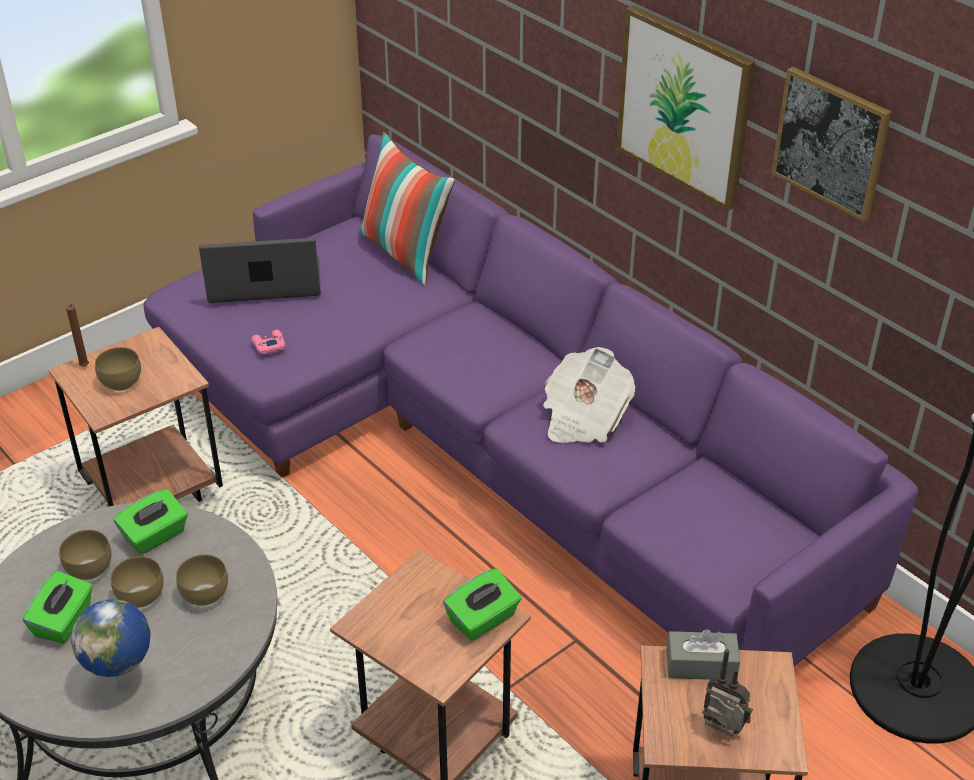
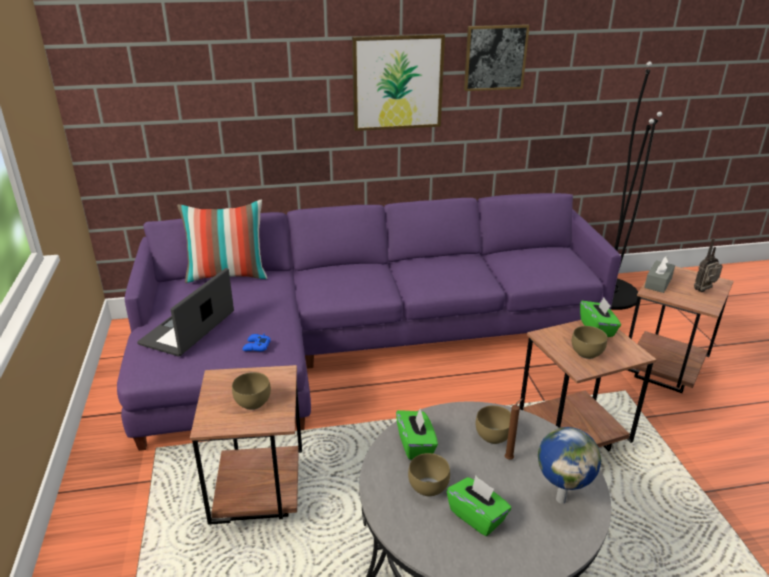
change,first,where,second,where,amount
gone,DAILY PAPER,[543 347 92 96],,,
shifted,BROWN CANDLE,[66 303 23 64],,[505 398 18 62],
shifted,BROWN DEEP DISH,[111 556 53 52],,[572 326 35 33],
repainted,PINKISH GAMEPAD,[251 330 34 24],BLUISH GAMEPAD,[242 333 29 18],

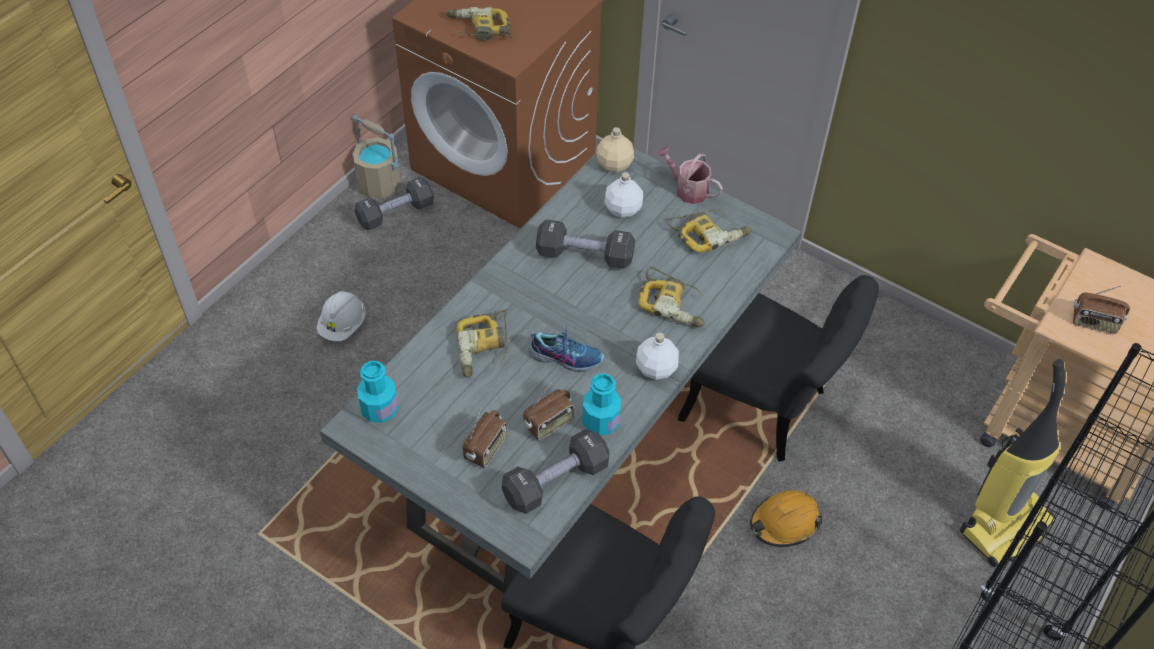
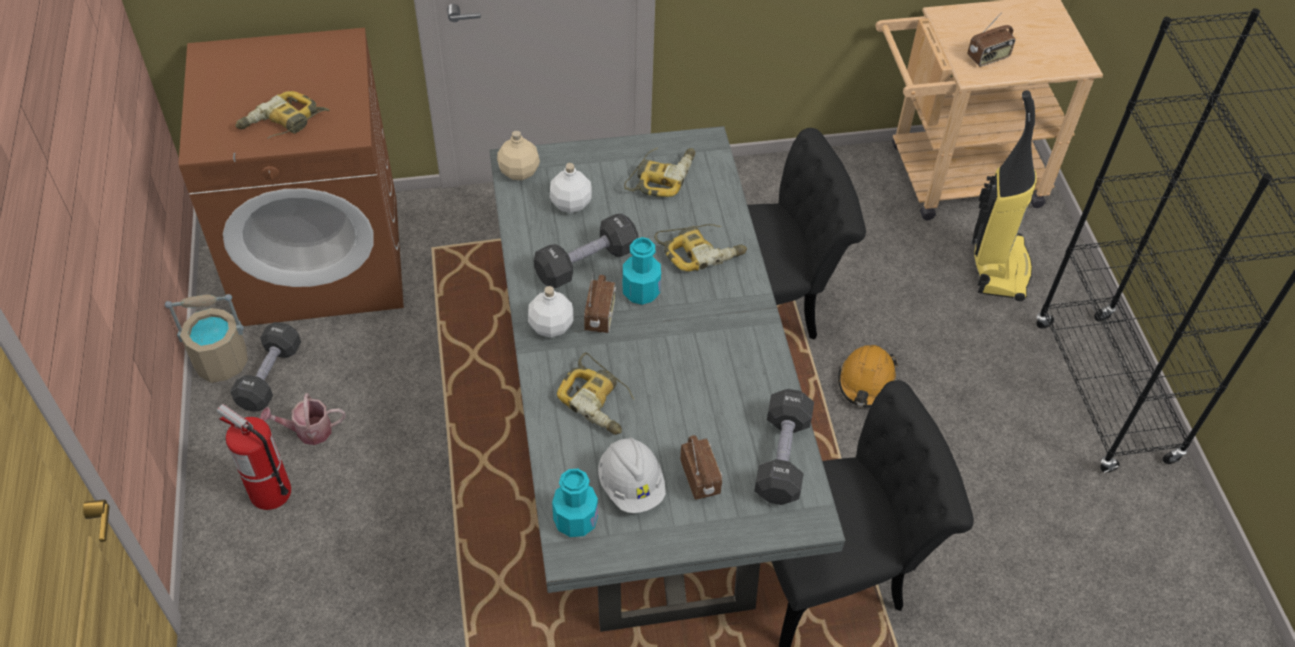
change,first,where,second,where,amount
gone,LOW SHOE,[529 324 75 48],,,
new,,,EXTINGUISHER,[217 404 74 106],
shifted,WHITE-COLOURED WORK HELMET,[316 291 50 50],,[598 437 68 76],
shifted,RADIO SET,[523 382 51 58],,[584 272 32 61],
shifted,TURQUOISE BOTTLE,[582 373 39 62],,[623 237 38 68],
shifted,WHITE-COLOURED BOTTLE,[636 333 43 47],,[528 286 45 52],
shifted,SPRINKLING CAN,[656 146 67 58],,[260 393 85 52],

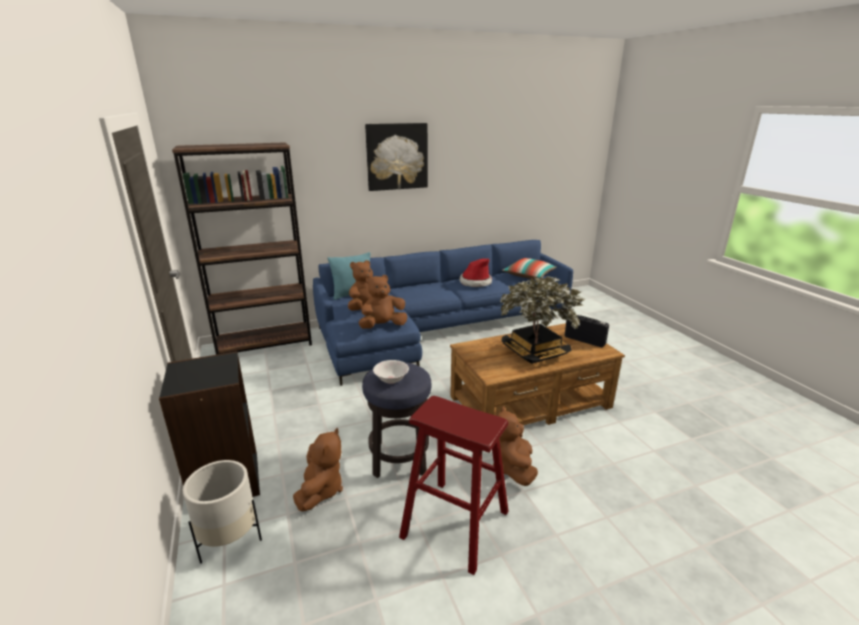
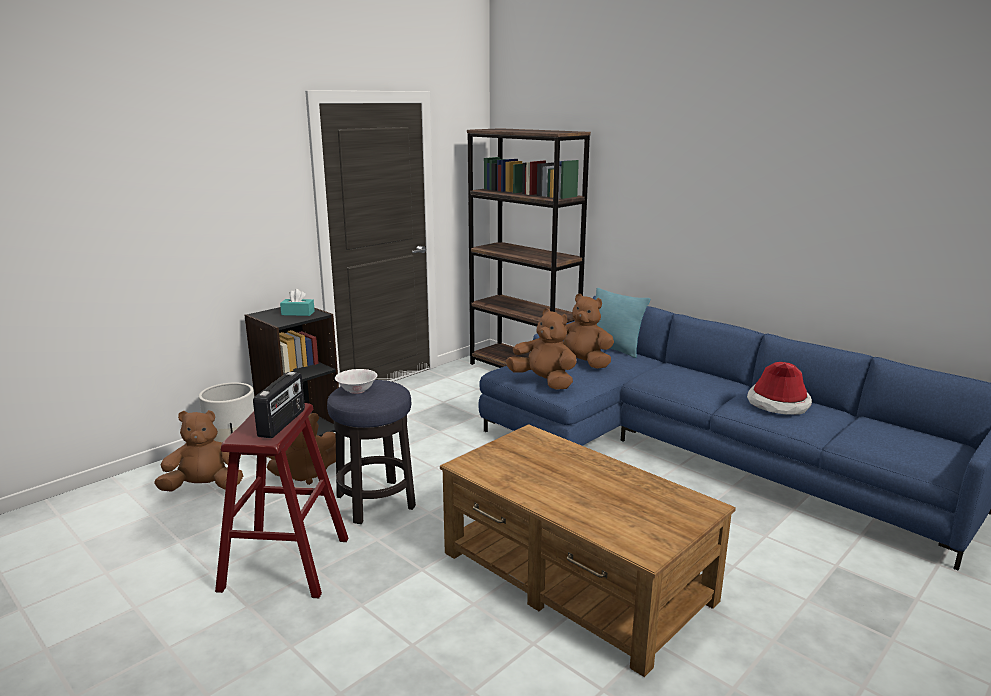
change,first,where,second,where,amount
gone,PICTURE,[365 123 63 68],,,
gone,HOUSEPLANT,[500 276 86 88],,,
gone,PILLOW,[502 258 55 22],,,
new,,,TURQUOISE TISSUE BOX,[280 289 35 27],
shifted,BROWN CUDDLY TOY,[493 406 45 80],,[154 410 89 82],
shifted,RADIO SET,[565 315 44 32],,[253 372 52 66],

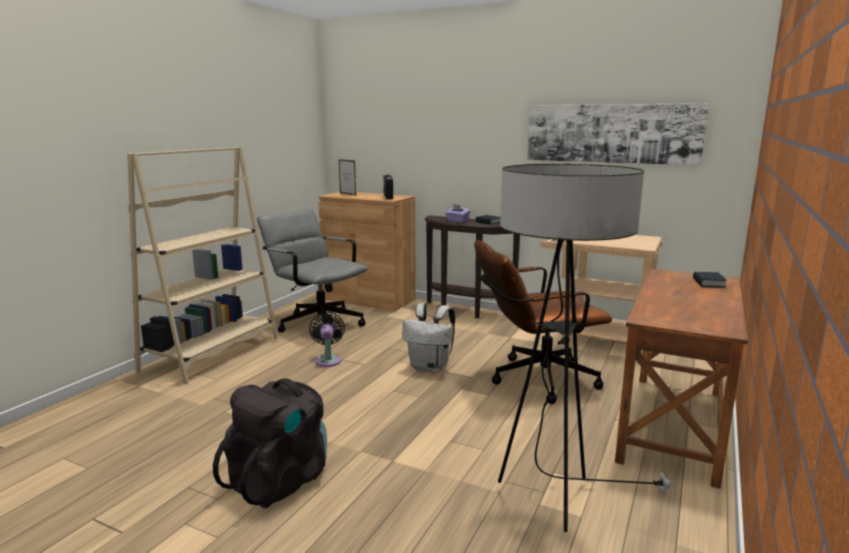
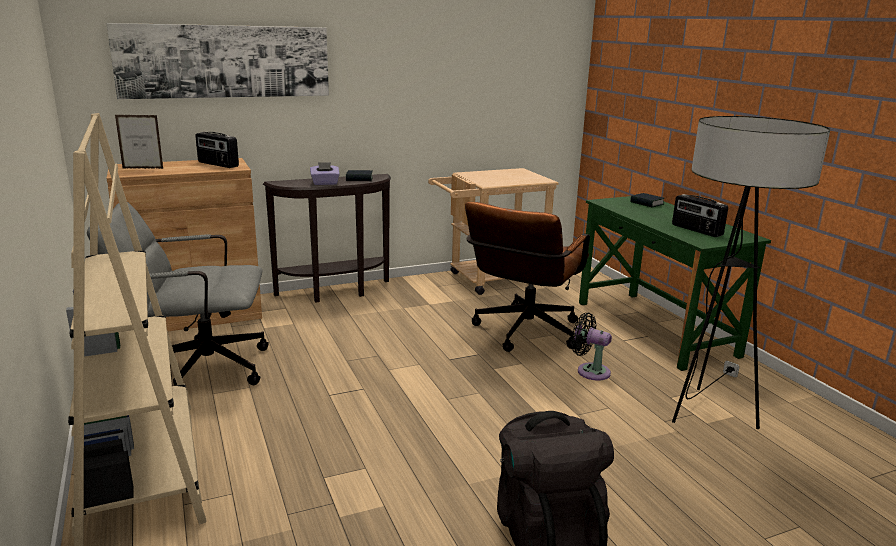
change,first,where,second,where,amount
gone,WHITE-COLOURED RUCKSACK,[402 303 53 69],,,
new,,,RADIO SET,[672 194 56 43],
shifted,BLACK FAN,[309 312 36 55],,[571 313 41 67],
shifted,PICTURE,[527 103 182 62],,[106 23 223 76],
repainted,BROWN DESK TABLE,[615 269 133 220],GREEN-COLOURED DESK TABLE,[579 196 192 175],

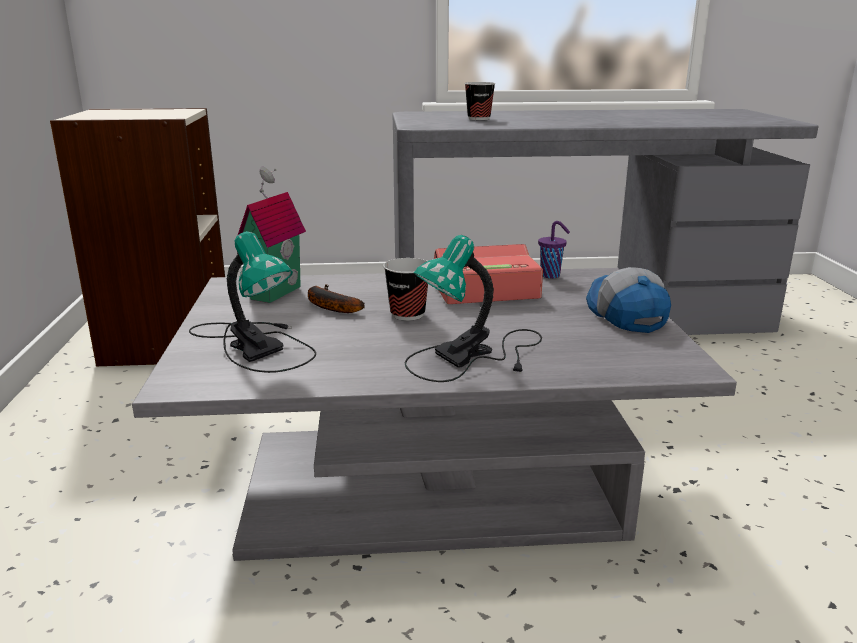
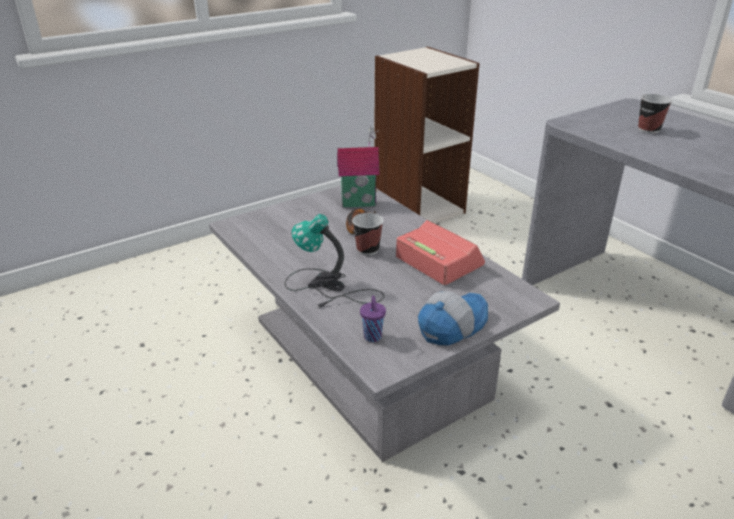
change,first,where,second,where,amount
gone,LAMP FOR A TABLE,[189 231 127 142],,,
shifted,PURPLISH SMALL CUP,[538 221 32 57],,[360 295 26 47],

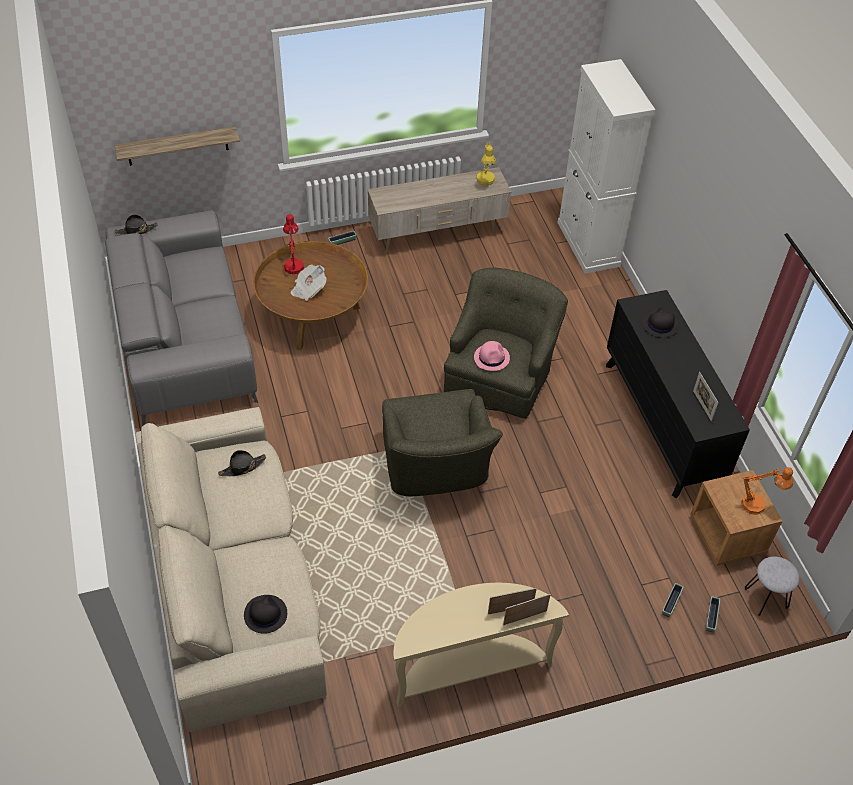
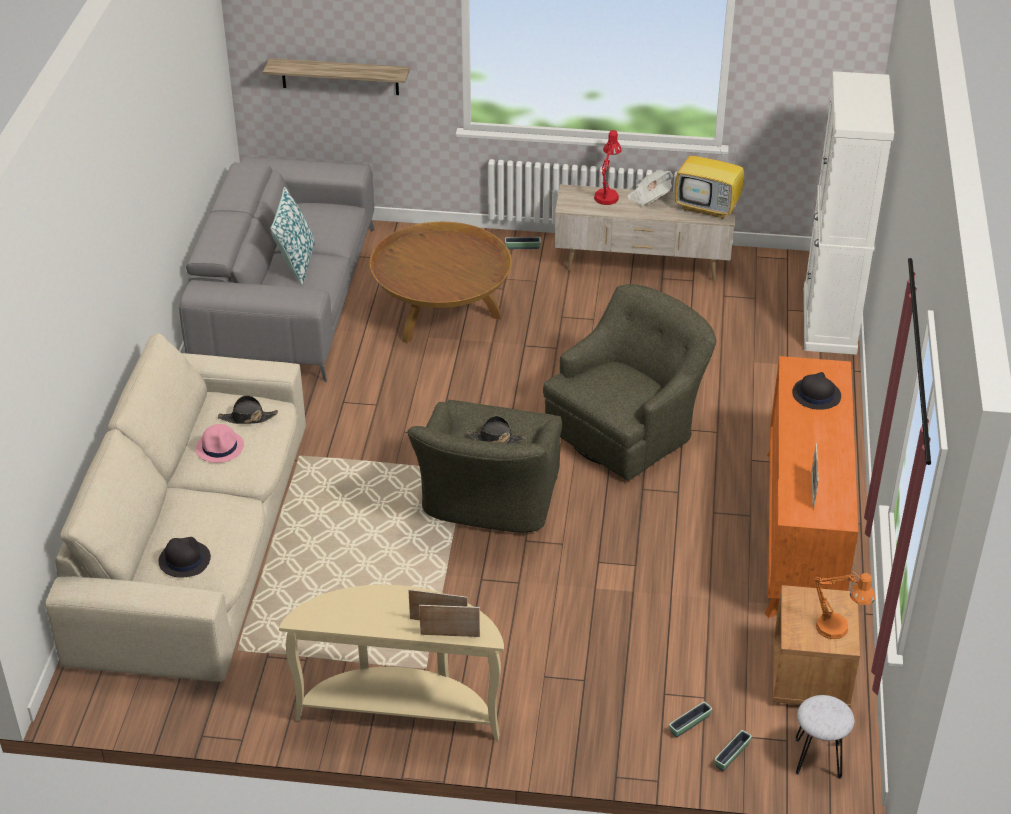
change,first,where,second,where,amount
new,,,PILLOW,[270 187 45 98],
shifted,BLACK WEARABLE HAT,[115 214 43 21],,[466 416 60 27],
shifted,RED LAMP FOR A TABLE,[283 214 21 60],,[594 130 28 75],
shifted,DAILY PAPER,[291 265 36 36],,[628 170 45 36],
shifted,PINKISH WEARABLE HAT,[474 341 36 30],,[196 424 48 39],
swapped,YELLOWISH LAMP FOR A TABLE,[476 143 20 42],TV SET,[675 133 69 86],
repainted,BLACK CHEST OF DRAWERS,[606 290 144 208],ORANGE-COLOURED CHEST OF DRAWERS,[765 356 93 262],

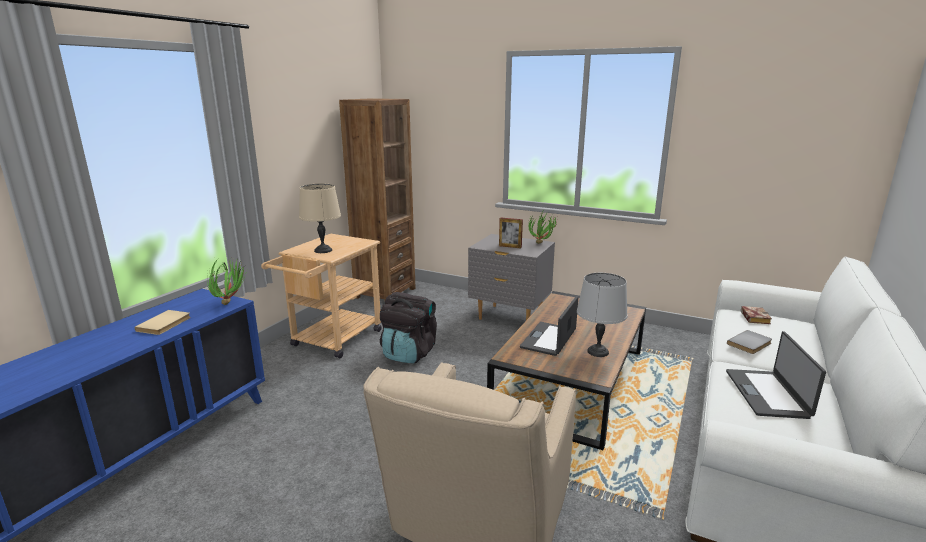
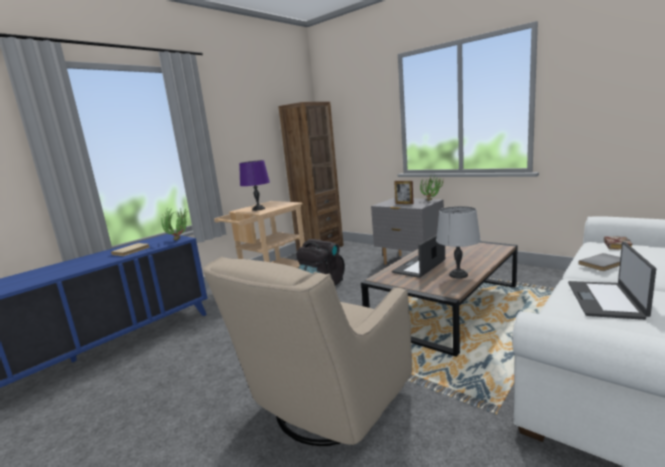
change,first,where,second,where,amount
repainted,SAND-COLOURED LAMP FOR A TABLE,[299 184 42 69],PURPLISH LAMP FOR A TABLE,[239 160 31 51],

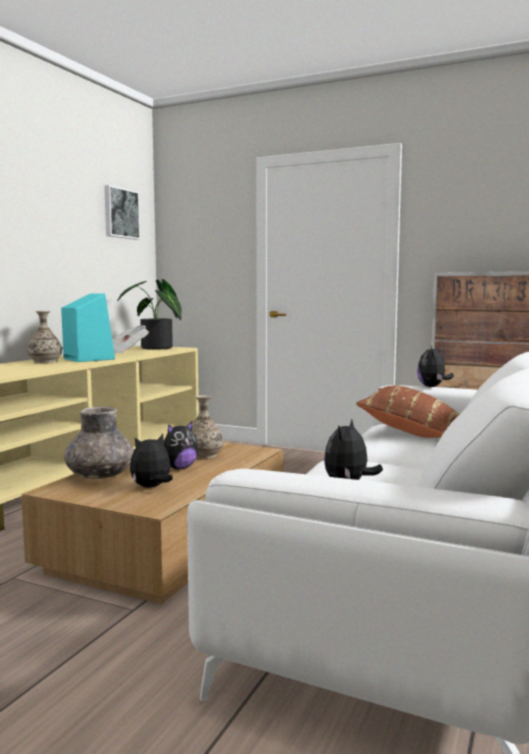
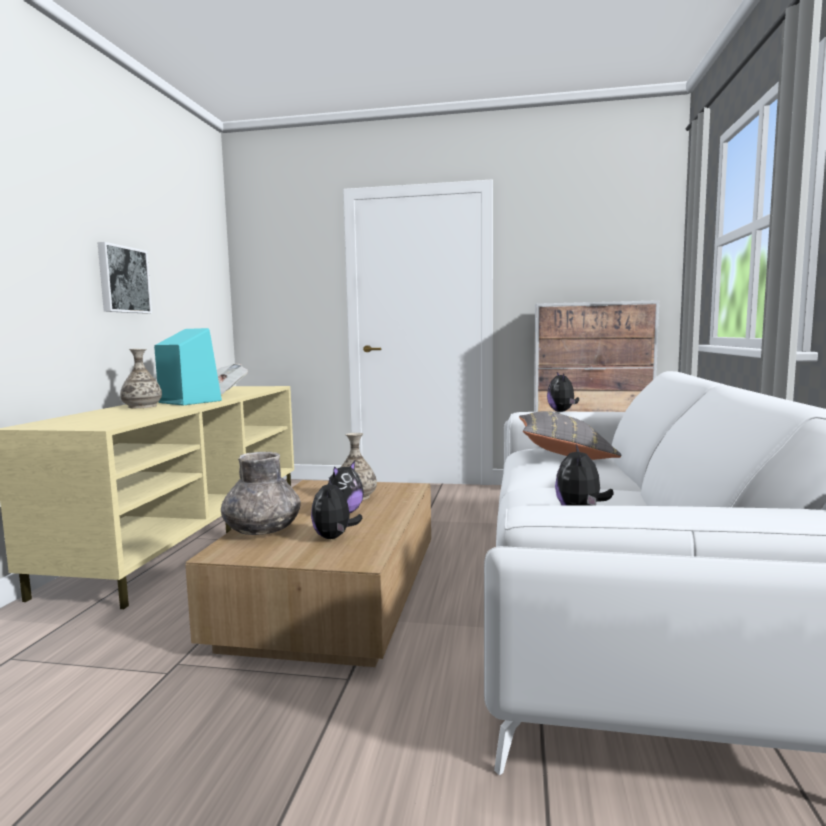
change,first,where,second,where,amount
gone,HOUSEPLANT,[117 279 65 71],,,
shifted,PICTURE,[104 185 36 55],,[97 242 55 72],
repainted,BROWN PILLOW,[356 385 104 53],GREYISH PILLOW,[519 411 102 49],
rotated,CUDDLY TOY,[130 434 43 53],,[311 478 51 61],45 degrees counterclockwise

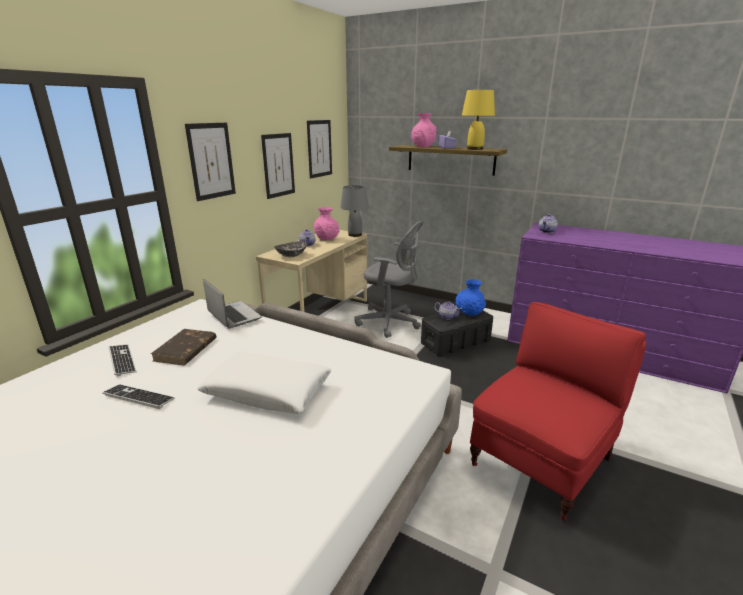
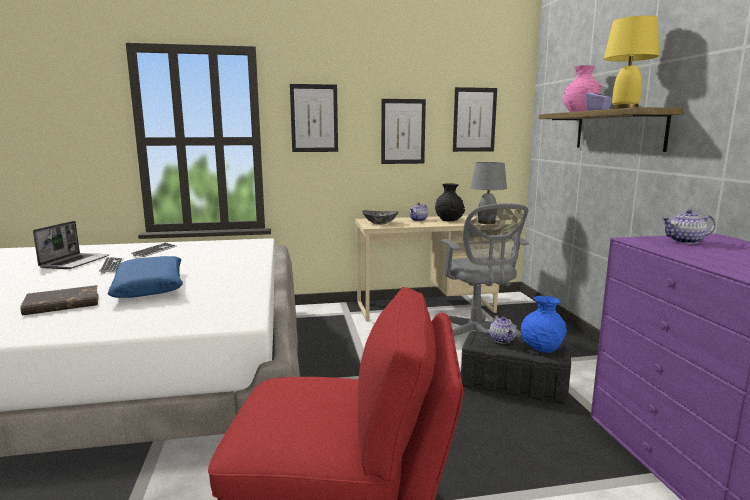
change,first,where,second,where,amount
shifted,BROWN BOOK,[151 329 65 36],,[20 285 79 30],
shifted,PORTABLE COMPUTER,[203 279 59 50],,[33 221 76 48],
repainted,WHITE-COLOURED PILLOW,[197 351 134 63],BLUISH PILLOW,[107 256 76 42],
repainted,PINKISH FLOWER VASE,[314 207 25 34],BLACK FLOWER VASE,[435 183 30 38],

